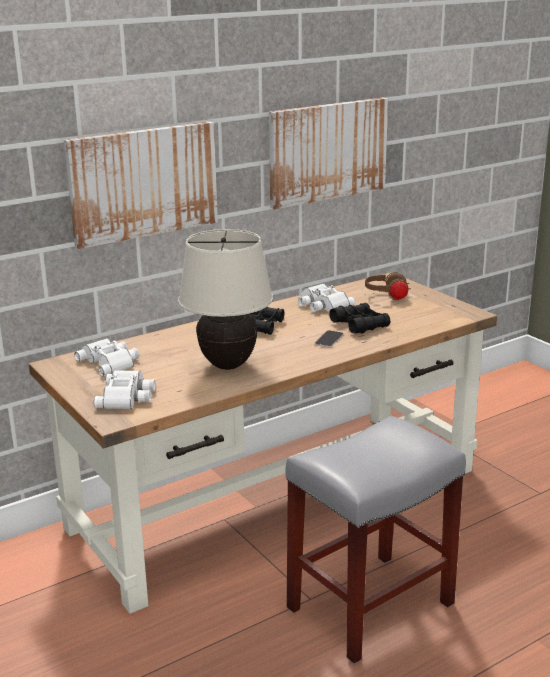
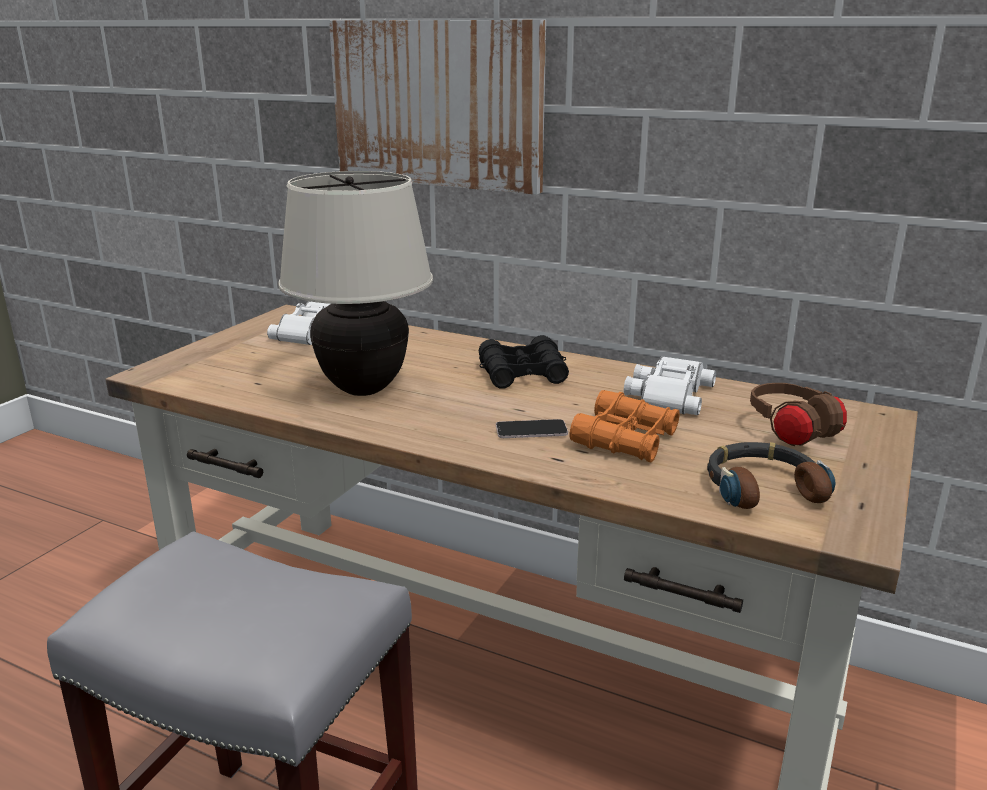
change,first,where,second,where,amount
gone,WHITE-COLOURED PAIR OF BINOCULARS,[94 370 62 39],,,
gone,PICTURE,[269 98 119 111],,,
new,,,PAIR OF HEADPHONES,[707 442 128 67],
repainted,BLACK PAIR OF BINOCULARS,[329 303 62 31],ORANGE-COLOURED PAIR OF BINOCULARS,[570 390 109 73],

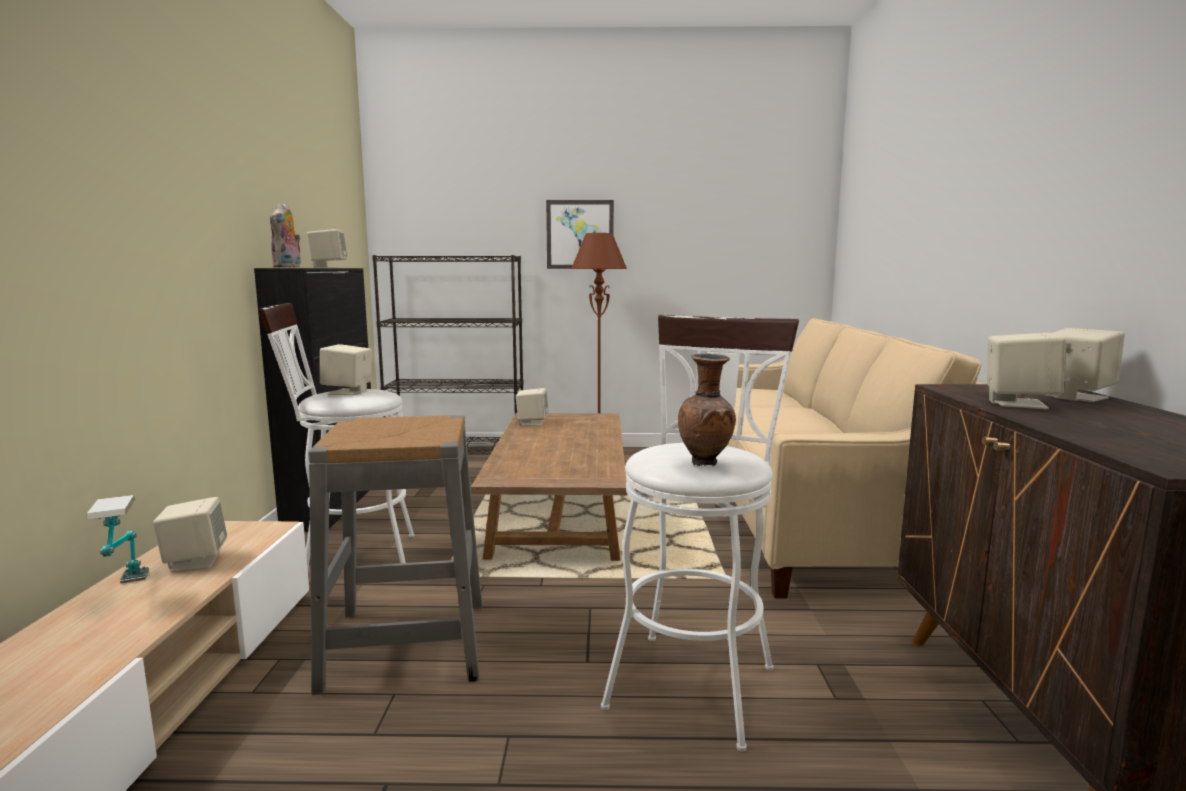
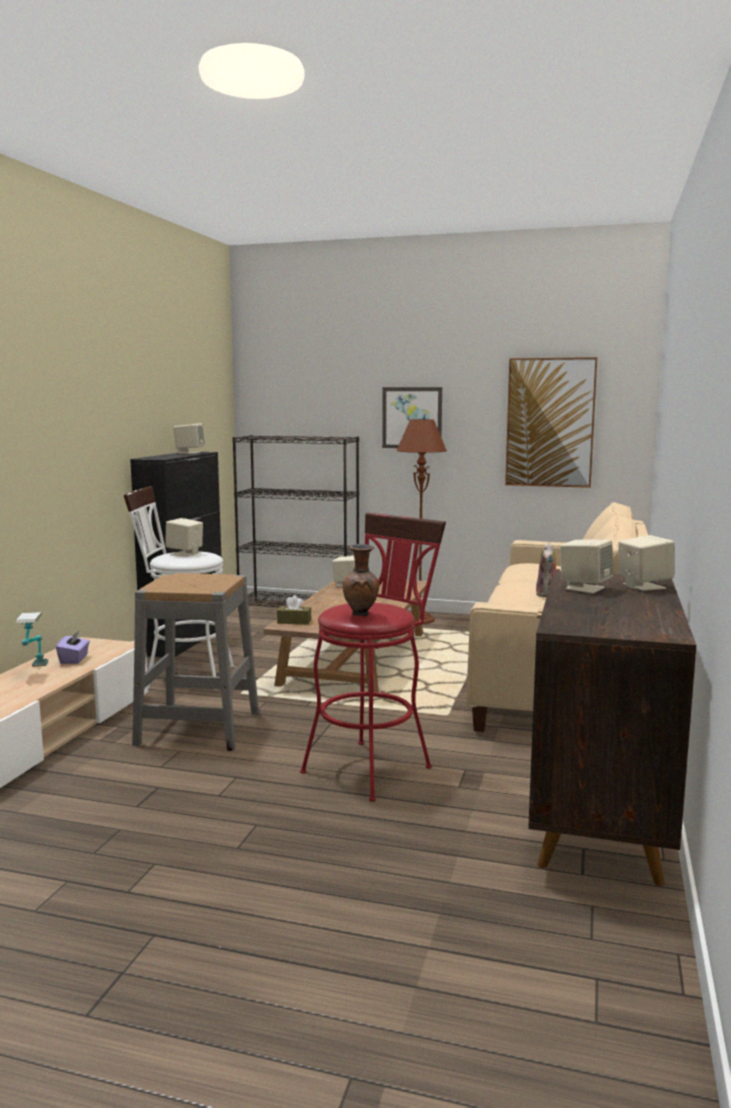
change,first,where,second,where,amount
new,,,BROWN TISSUE BOX,[277 595 34 29],
new,,,PICTURE,[505 357 92 131],
shifted,CUDDLY TOY,[270 203 31 65],,[536 543 24 54],
swapped,SAND-COLOURED AUDIO SPEAKER,[153 497 74 75],PURPLISH TISSUE BOX,[56 631 34 33],
repainted,WHITE-COLOURED SITTING STOOL,[601 315 198 436],RED SITTING STOOL,[300 512 146 290],

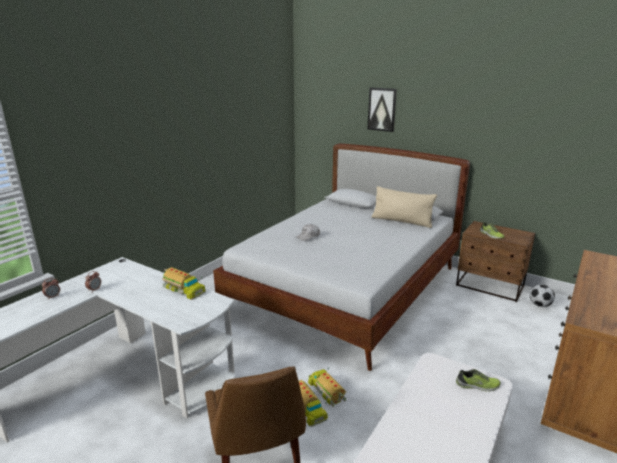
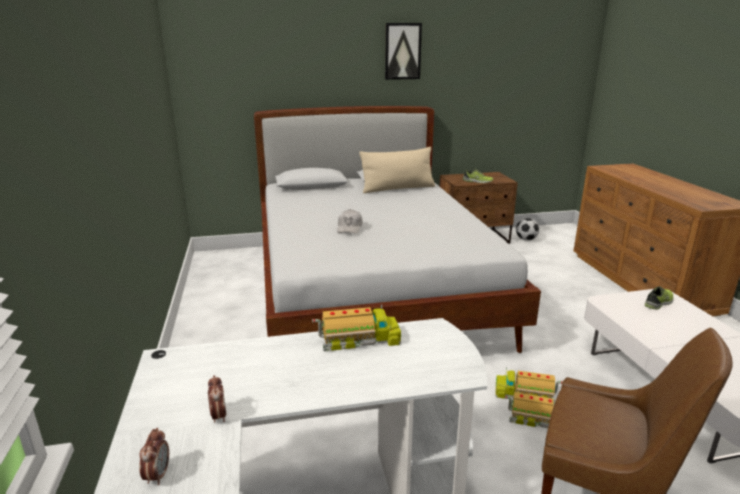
change,first,where,second,where,amount
shifted,PICTURE,[368 87 29 45],,[385 23 37 57],

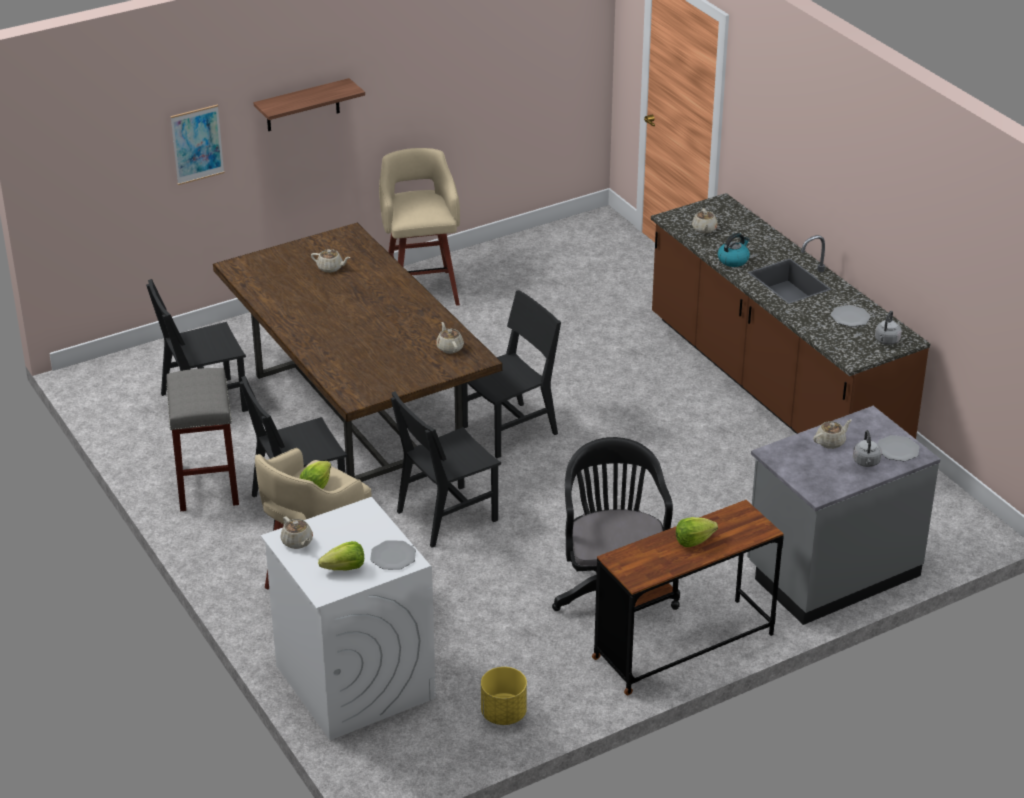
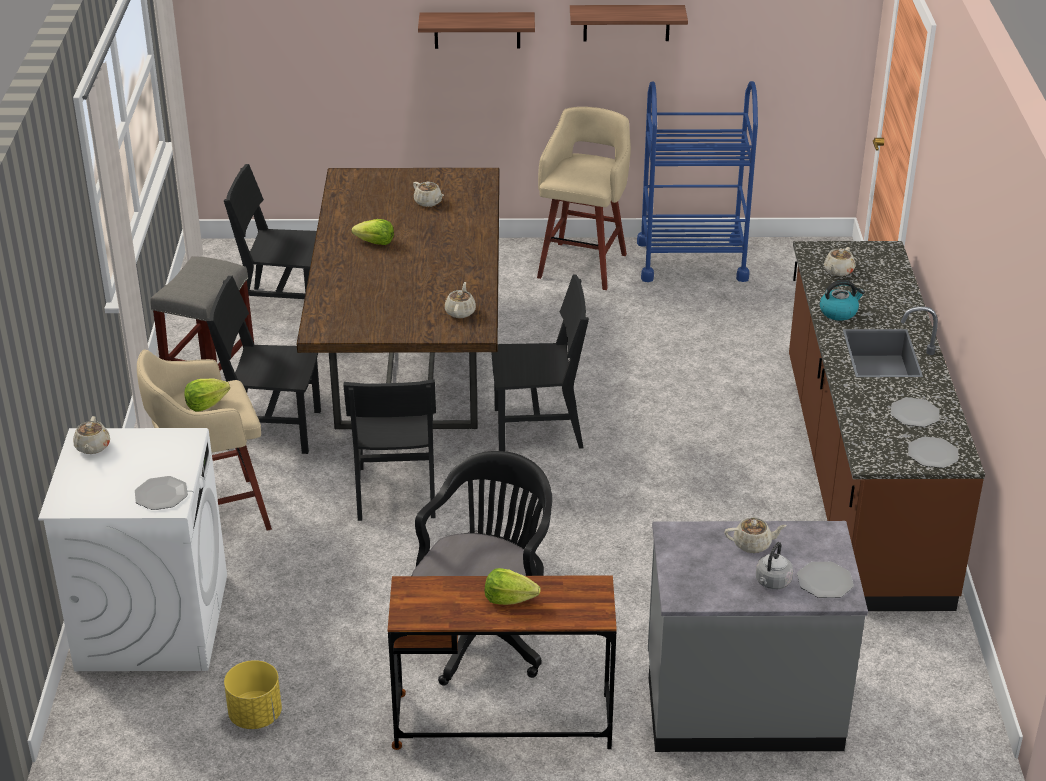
change,first,where,second,where,amount
gone,PICTURE,[170 105 54 80],,,
new,,,SHELF,[570 5 118 36],
new,,,BLUISH TROLLEY,[637 81 121 201],
shifted,LETTUCE,[318 541 46 29],,[352 219 42 26],
swapped,GREYISH WATER KETTLE,[875 311 27 34],PLATE,[908 437 50 31],
rotated,BLACK PLAIN CHAIR,[391 391 110 157],,[343 379 93 142],90 degrees counterclockwise

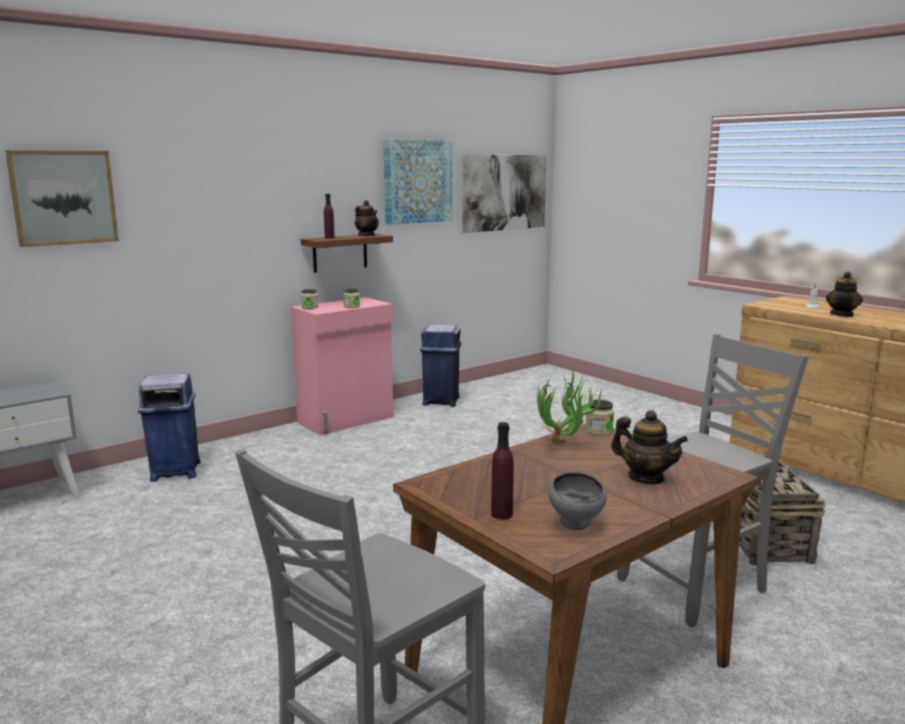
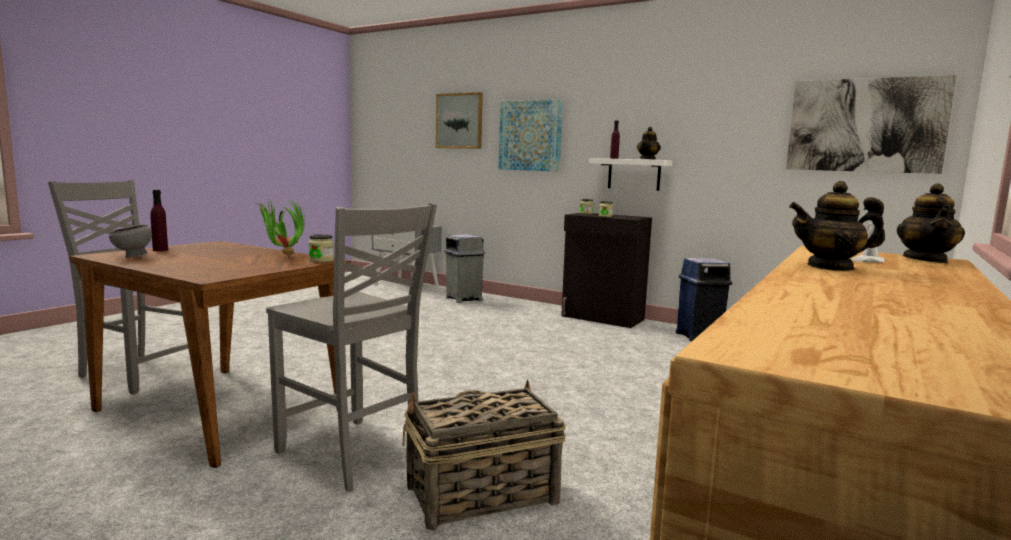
change,first,where,second,where,amount
shifted,PICTURE,[383 139 69 86],,[499 99 64 73],
shifted,TEA POT,[611 410 77 74],,[896 183 69 80],
repainted,BLUISH TRASH CAN,[138 373 63 109],GREYISH TRASH CAN,[444 234 41 69],
repainted,PINKISH CABINET,[291 297 102 138],BLACK CABINET,[561 213 91 115],
repainted,BROWN SHELF,[301 234 92 39],WHITE-COLOURED SHELF,[589 158 84 33],

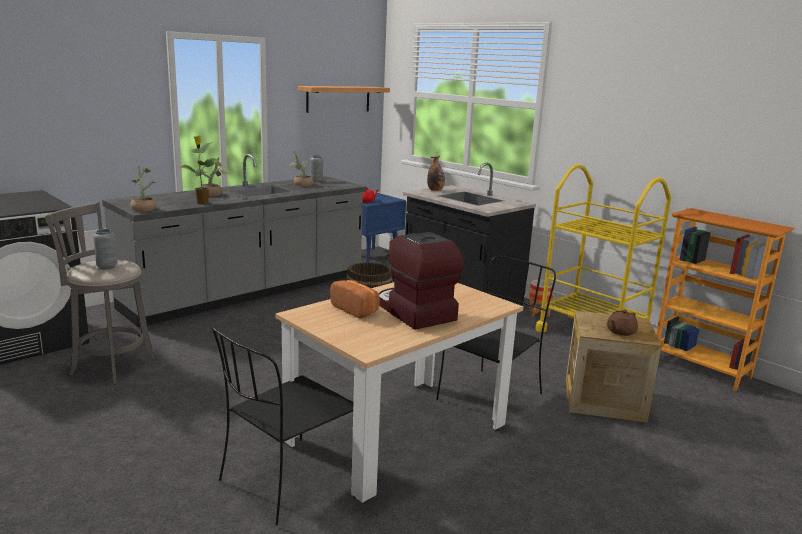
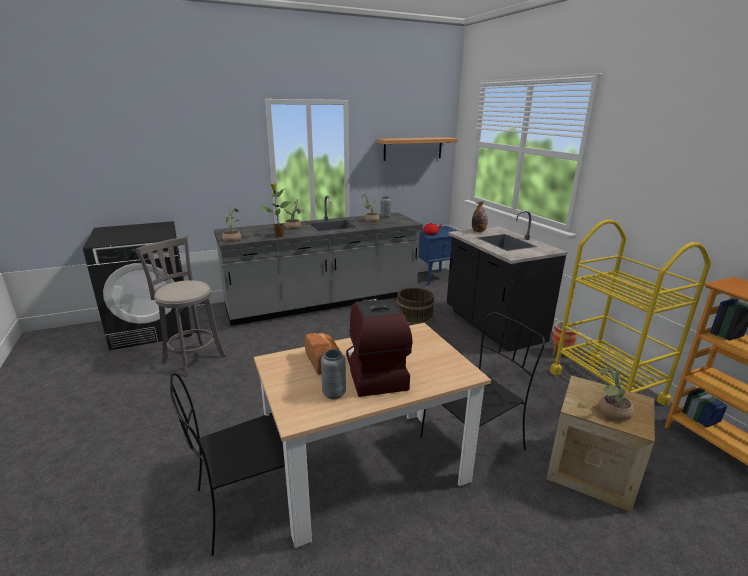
change,first,where,second,where,amount
shifted,GREYISH FLOWER VASE,[93 229 24 40],,[321 349 25 50],
swapped,BROWN TEA POT,[607 310 31 26],HOUSEPLANT,[599 367 35 54],

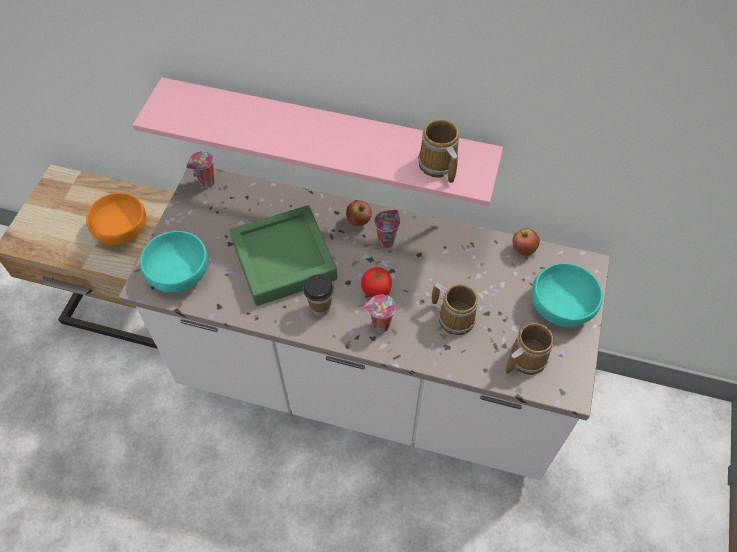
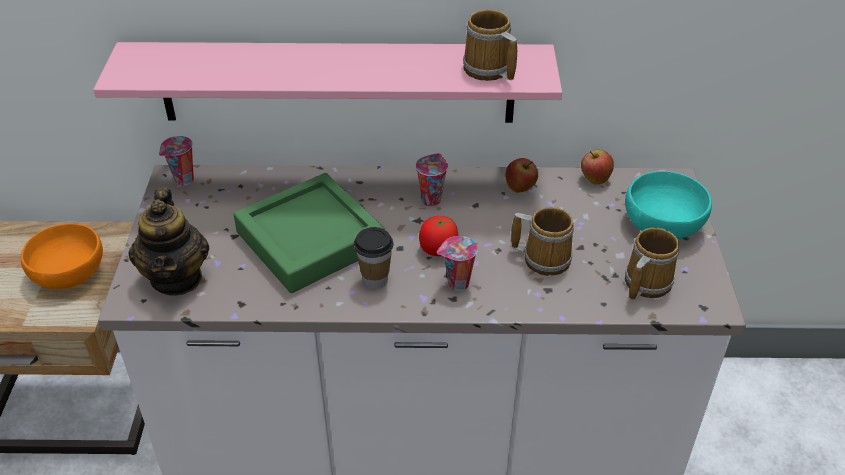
change,first,where,second,where,amount
shifted,APPLE FRUIT,[346 200 26 26],,[505 158 33 35],
swapped,TURQUOISE DEEP DISH,[140 231 68 62],TEA POT,[128 187 81 109],

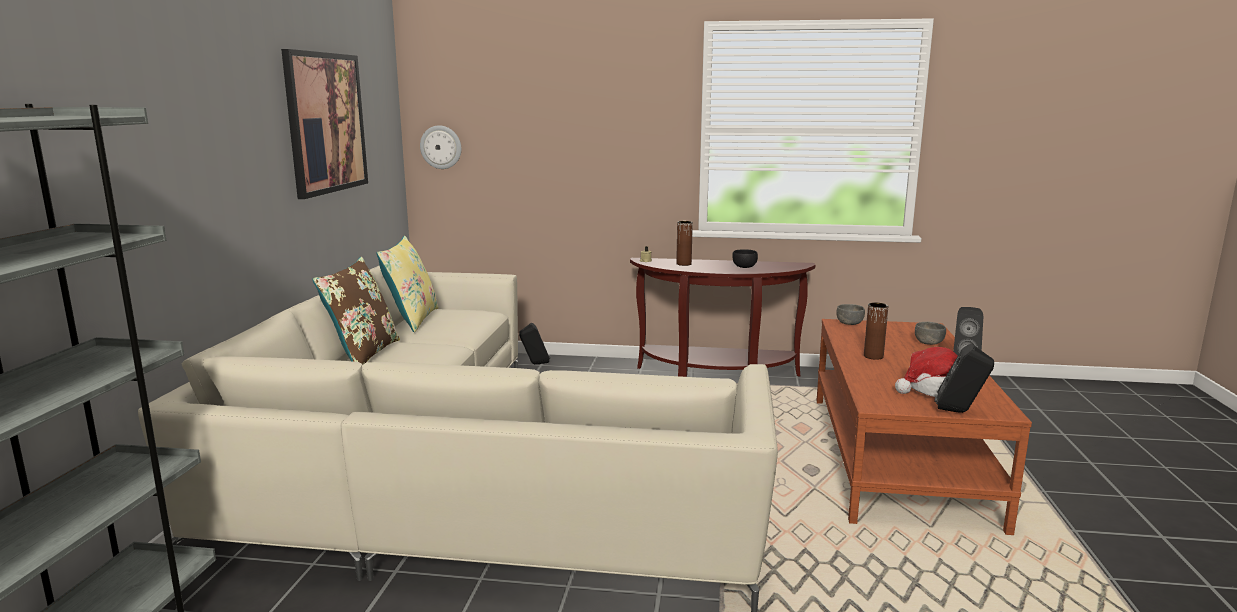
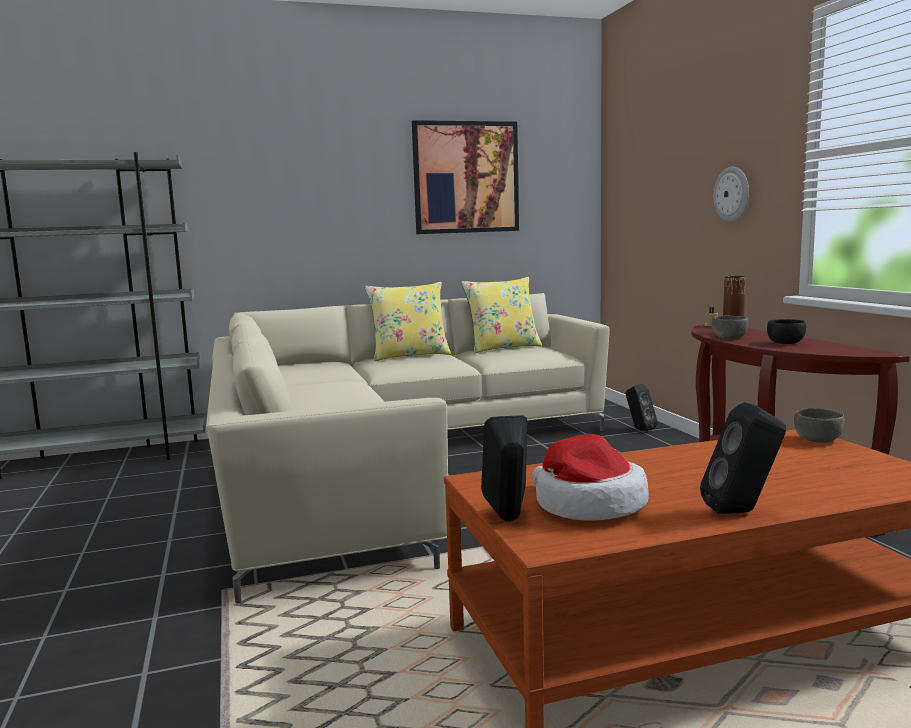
change,first,where,second,where,amount
gone,BROWN FLOWER VASE,[864 303 24 57],,,
shifted,HANGING CLOCK,[420 125 41 44],,[713 167 36 55],
shifted,GREYISH DEEP DISH,[915 322 31 23],,[712 316 36 23],
repainted,BROWN PILLOW,[313 257 87 107],YELLOWISH PILLOW,[365 282 86 79],

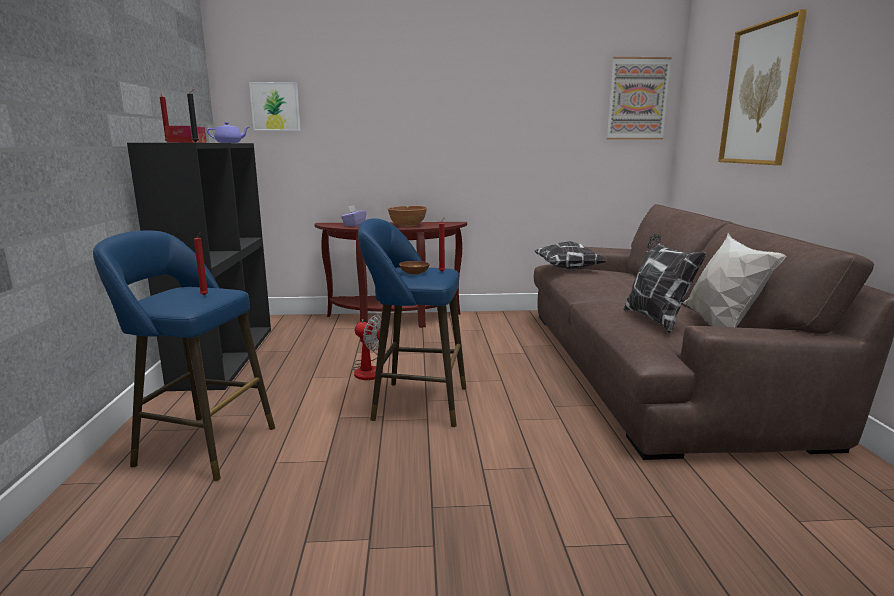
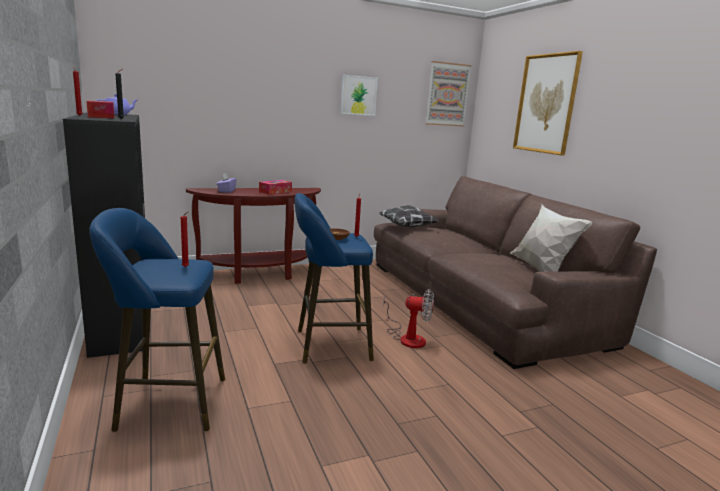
change,first,where,second,where,amount
gone,PILLOW,[623 234 83 100],,,
shifted,PICTURE,[249 82 52 49],,[341 75 37 41],
shifted,FAN,[352 315 37 65],,[383 289 51 59],
swapped,BROWN DEEP DISH,[388 206 39 21],TISSUE BOX,[259 180 33 15],

